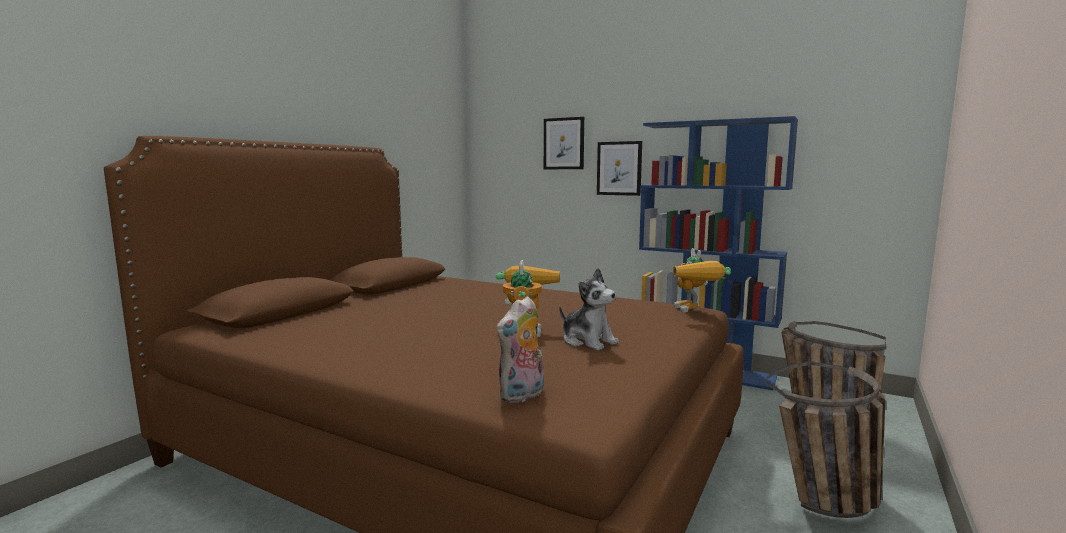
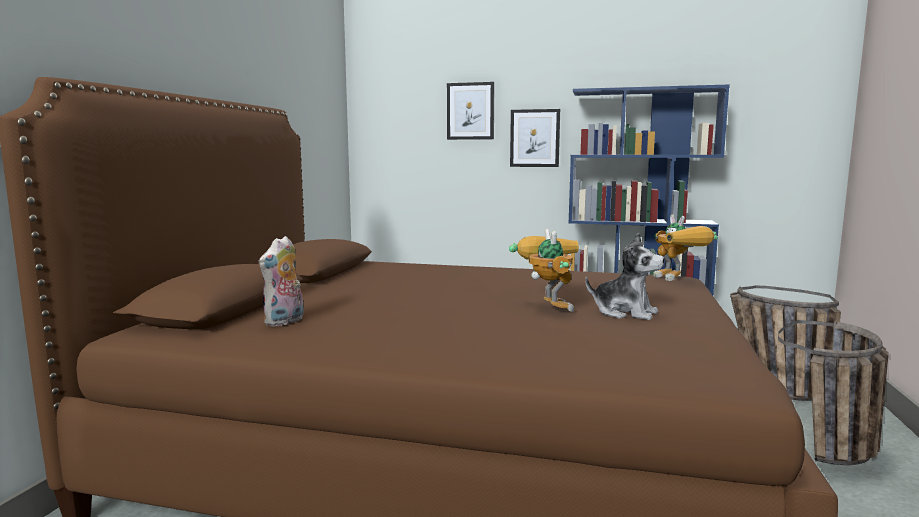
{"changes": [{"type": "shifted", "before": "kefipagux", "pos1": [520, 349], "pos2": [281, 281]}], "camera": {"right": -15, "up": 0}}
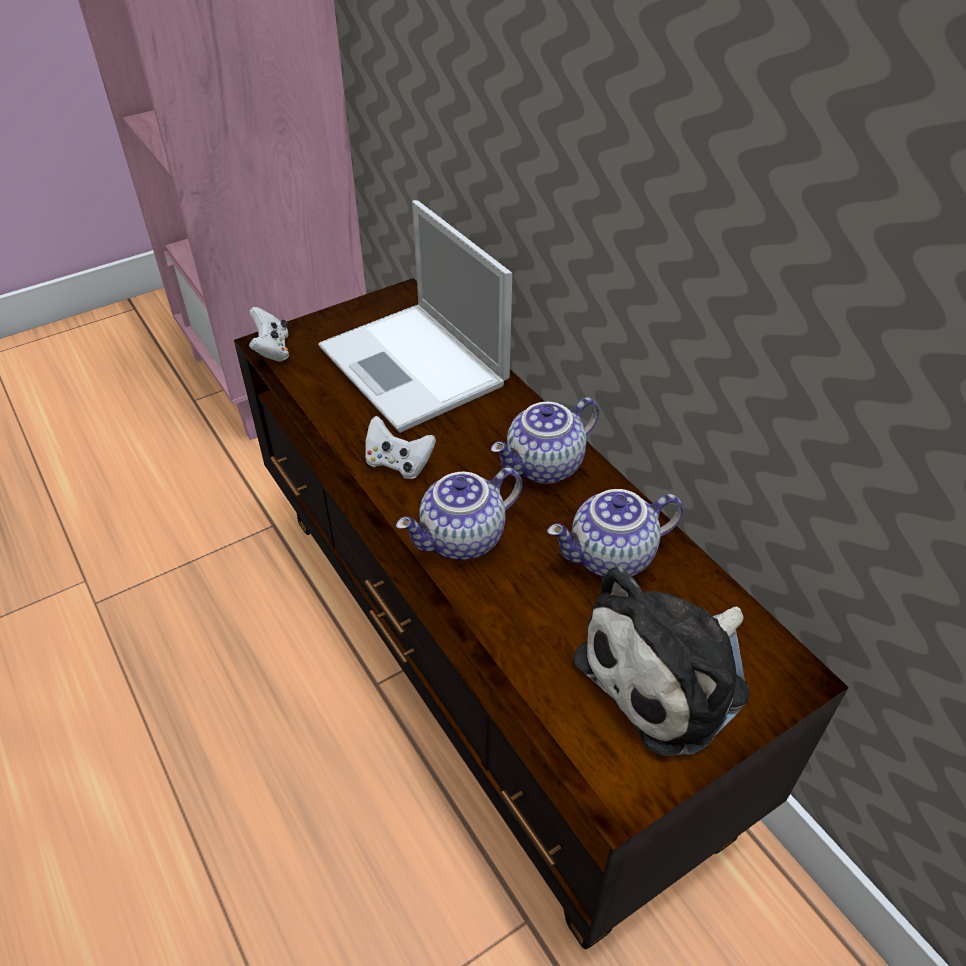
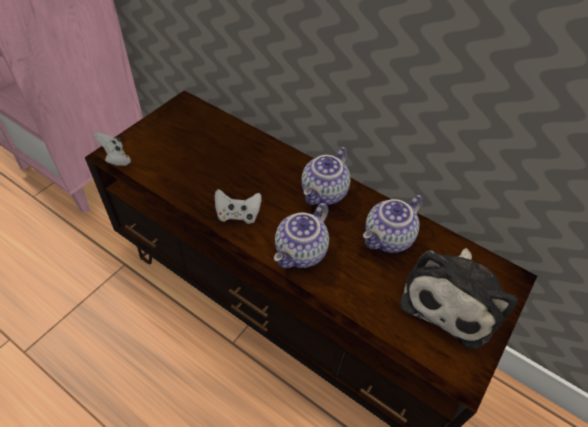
{"changes": [{"type": "gone", "before": "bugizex", "pos1": [415, 316]}], "camera": {"right": -25, "up": 5}}
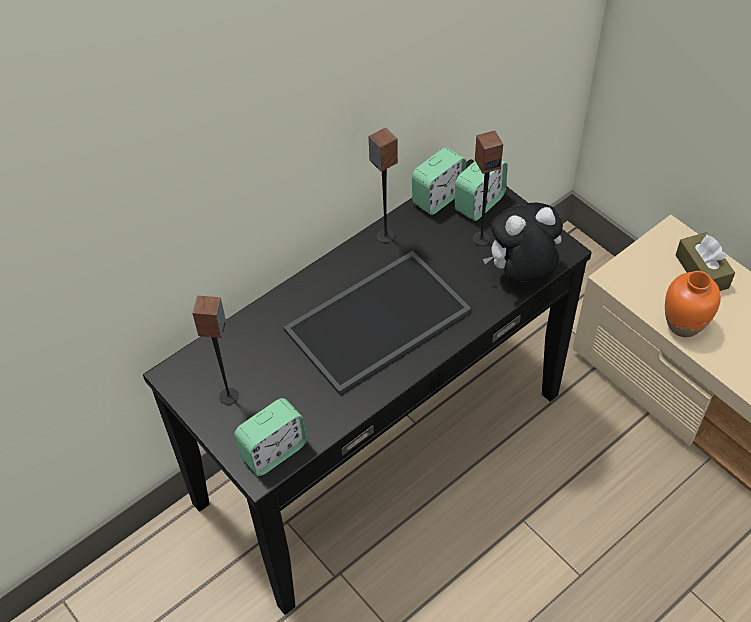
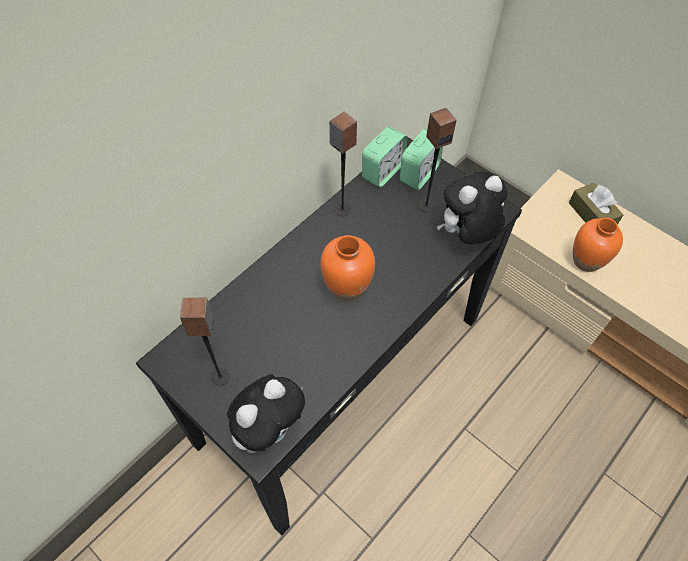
{"changes": [{"type": "swapped", "before": "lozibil", "after": "kefipagux", "pos1": [270, 437], "pos2": [266, 413]}, {"type": "swapped", "before": "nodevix", "after": "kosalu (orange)", "pos1": [377, 323], "pos2": [347, 268]}], "camera": {"right": -10, "up": 5}}
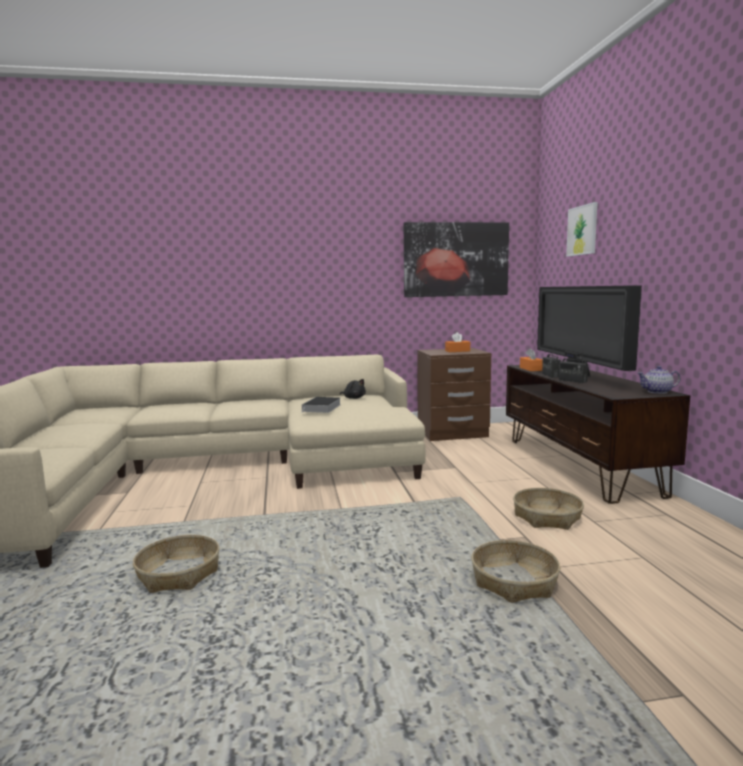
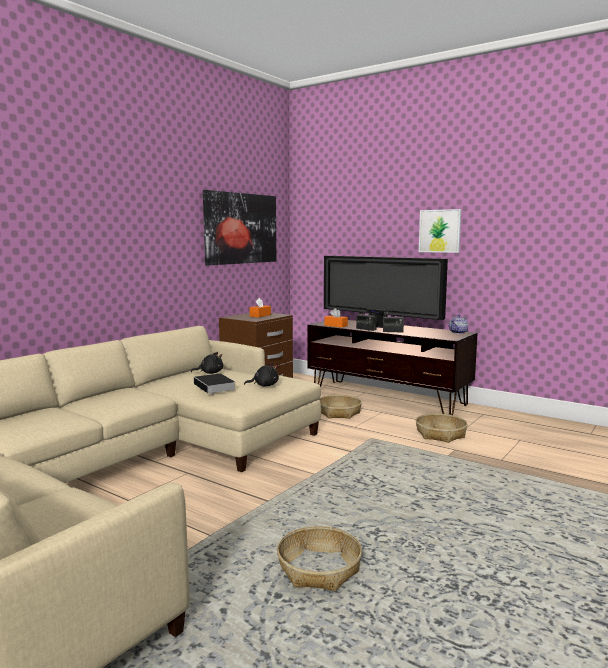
{"changes": [{"type": "new", "after": "kefipagux (black)", "pos2": [261, 375]}, {"type": "shifted", "before": "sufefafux", "pos1": [515, 571], "pos2": [340, 407]}, {"type": "shifted", "before": "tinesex", "pos1": [582, 229], "pos2": [440, 231]}], "camera": {"right": -45, "up": 0}}
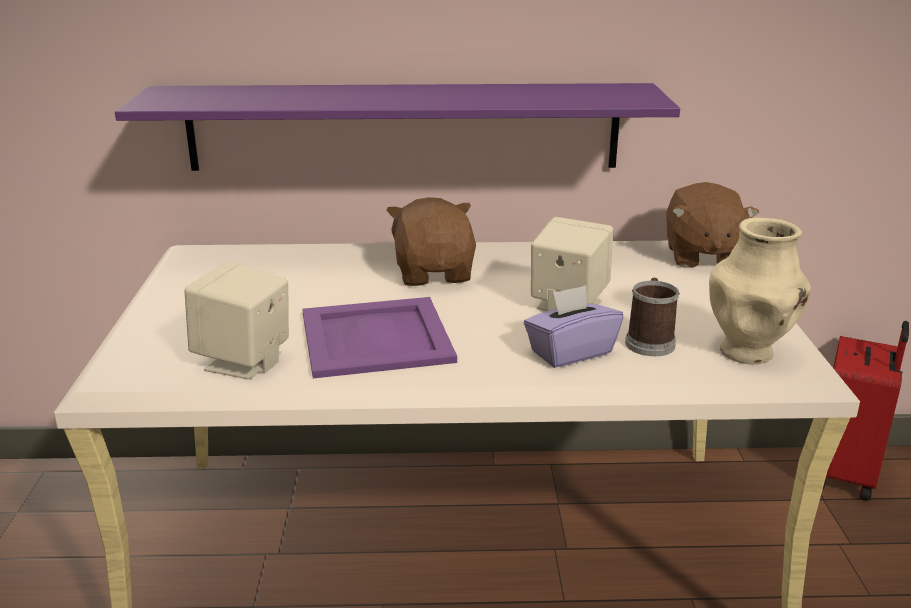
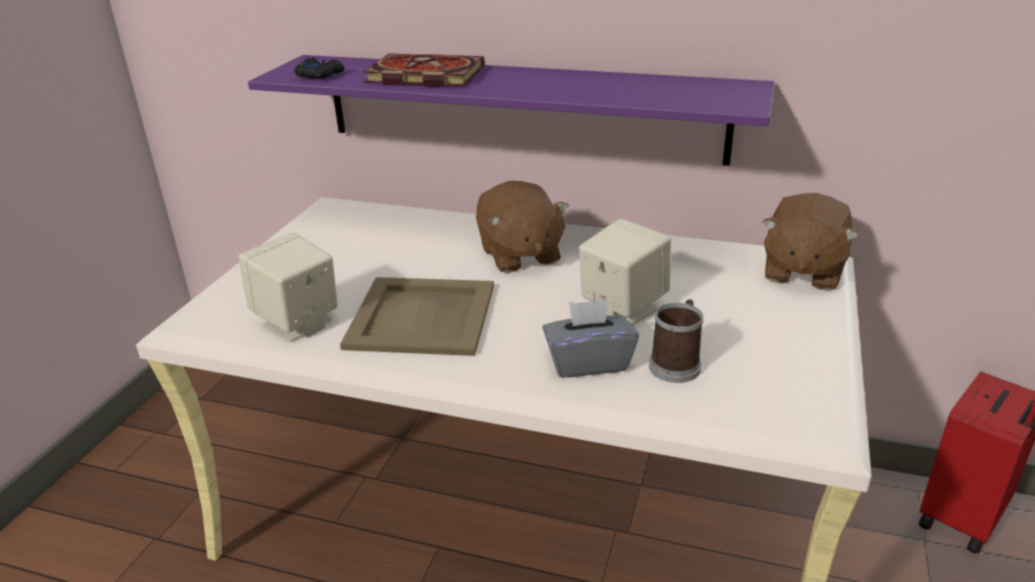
{"changes": [{"type": "gone", "before": "kosalu (beige)", "pos1": [760, 291]}, {"type": "new", "after": "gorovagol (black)", "pos2": [319, 68]}, {"type": "new", "after": "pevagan", "pos2": [424, 70]}, {"type": "repainted", "before": "nodevix (purple)", "after": "nodevix (beige)", "pos1": [379, 337], "pos2": [417, 316]}, {"type": "repainted", "before": "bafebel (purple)", "after": "bafebel (grey)", "pos1": [574, 326], "pos2": [591, 339]}, {"type": "rotated", "before": "kefipagux (brown)", "pos1": [431, 241], "pos2": [522, 227], "turn": 150}], "camera": {"right": 20, "up": 5}}
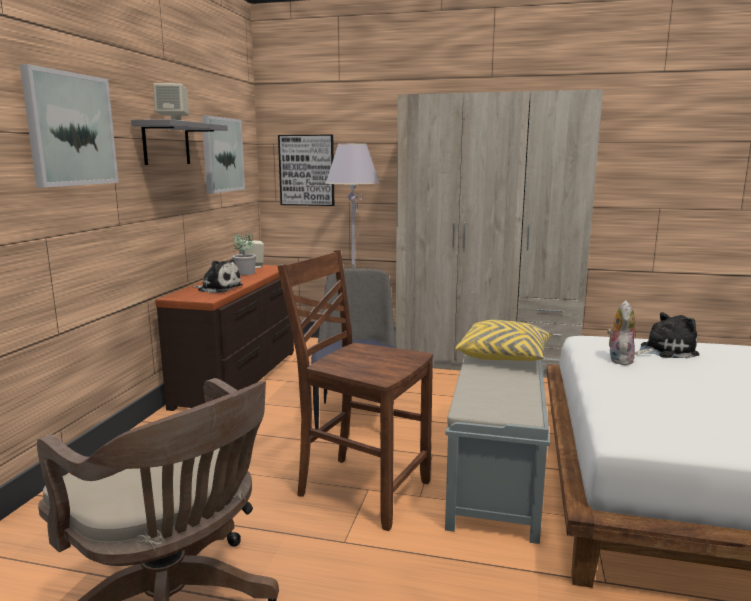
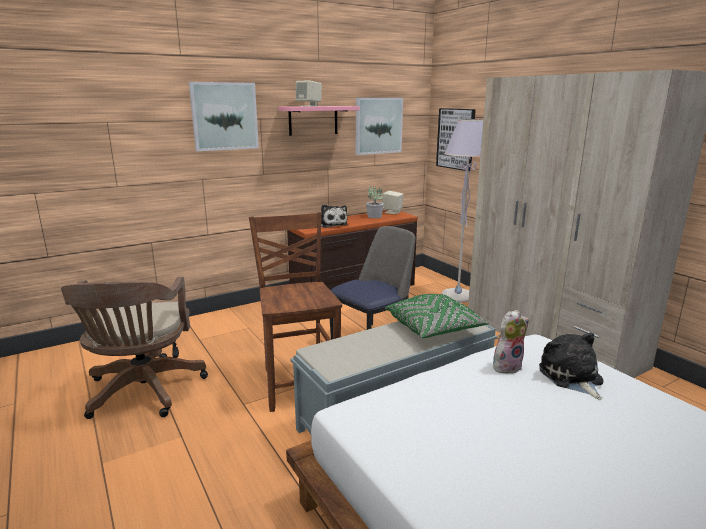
{"changes": [{"type": "repainted", "before": "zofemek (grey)", "after": "zofemek (pink)", "pos1": [179, 142], "pos2": [318, 121]}, {"type": "repainted", "before": "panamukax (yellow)", "after": "panamukax (green)", "pos1": [504, 340], "pos2": [437, 316]}, {"type": "rotated", "before": "kefipagux", "pos1": [667, 335], "pos2": [571, 366], "turn": -135}], "camera": {"right": 45, "up": 5}}
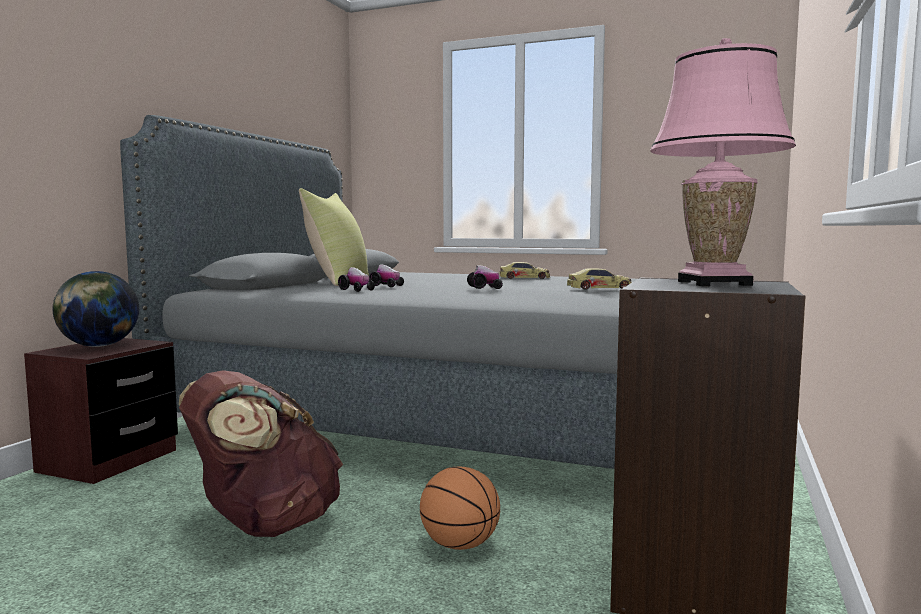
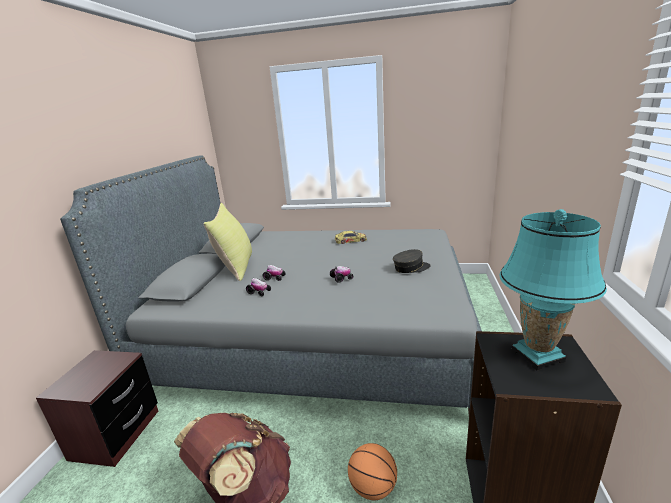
{"changes": [{"type": "gone", "before": "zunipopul", "pos1": [96, 309]}, {"type": "swapped", "before": "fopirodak", "after": "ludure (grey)", "pos1": [599, 279], "pos2": [412, 261]}, {"type": "repainted", "before": "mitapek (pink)", "after": "mitapek (turquoise)", "pos1": [723, 162], "pos2": [553, 290]}], "camera": {"right": -10, "up": 15}}
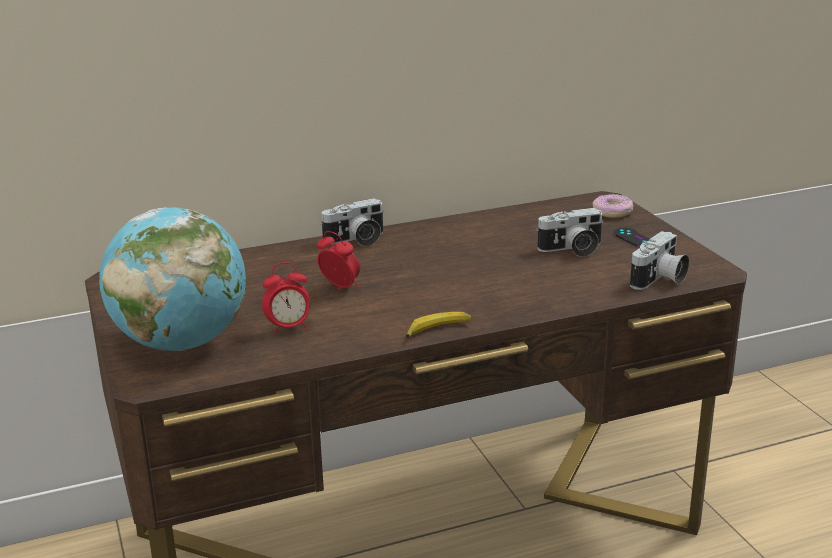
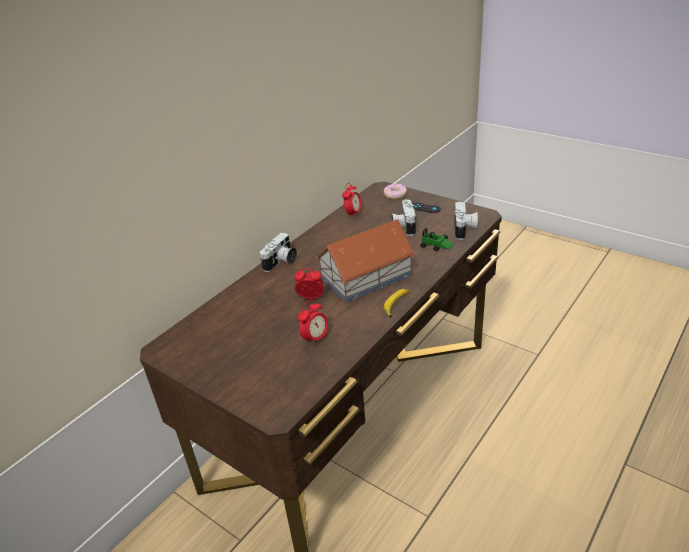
{"changes": [{"type": "gone", "before": "zunipopul", "pos1": [172, 279]}, {"type": "new", "after": "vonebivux", "pos2": [365, 261]}, {"type": "new", "after": "lozibil", "pos2": [351, 199]}, {"type": "new", "after": "fopirodak", "pos2": [436, 239]}, {"type": "rotated", "before": "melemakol", "pos1": [569, 232], "pos2": [404, 217], "turn": 135}], "camera": {"right": -30, "up": 10}}
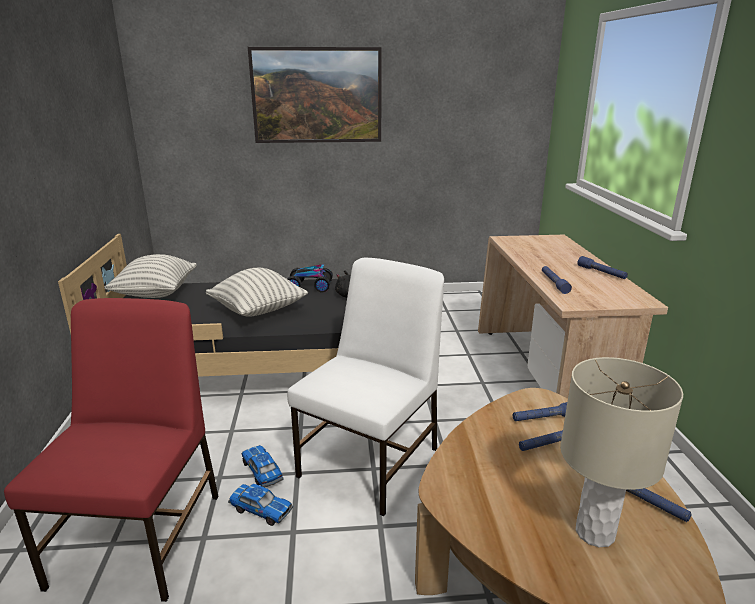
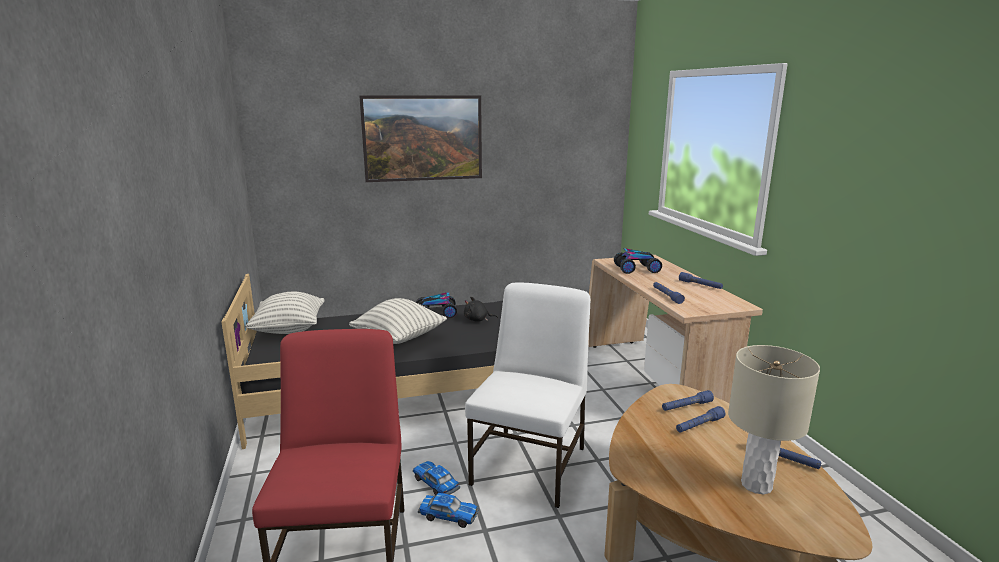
{"changes": [{"type": "new", "after": "fopirodak", "pos2": [638, 261]}], "camera": {"right": -10, "up": -5}}
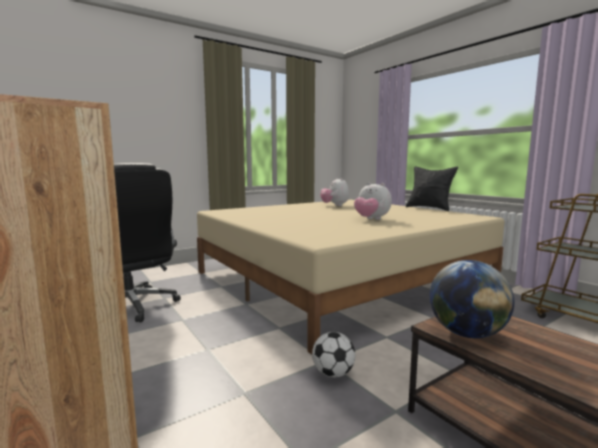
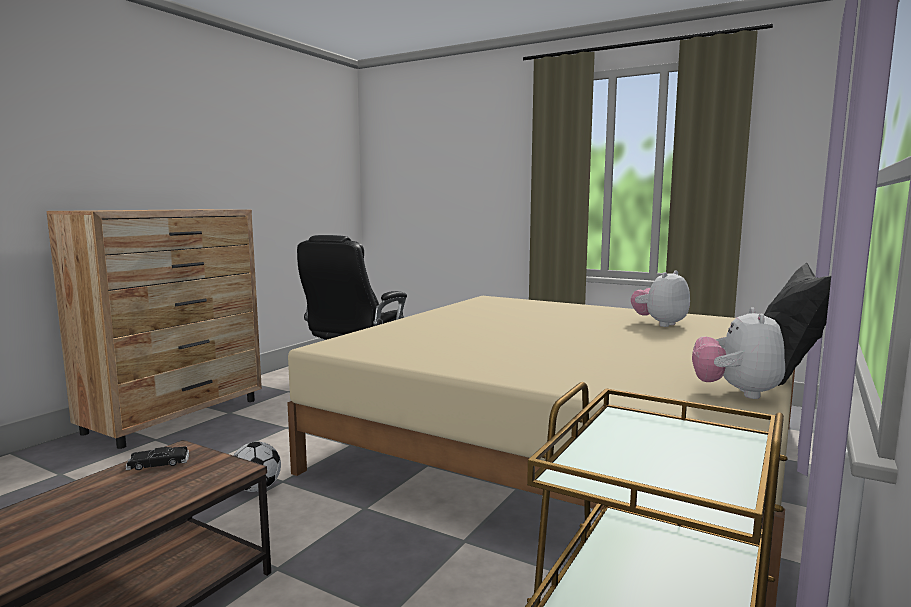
{"changes": [{"type": "shifted", "before": "kefipagux", "pos1": [373, 201], "pos2": [738, 353]}, {"type": "swapped", "before": "zunipopul", "after": "fopirodak (black)", "pos1": [472, 299], "pos2": [157, 458]}], "camera": {"right": 65, "up": 0}}
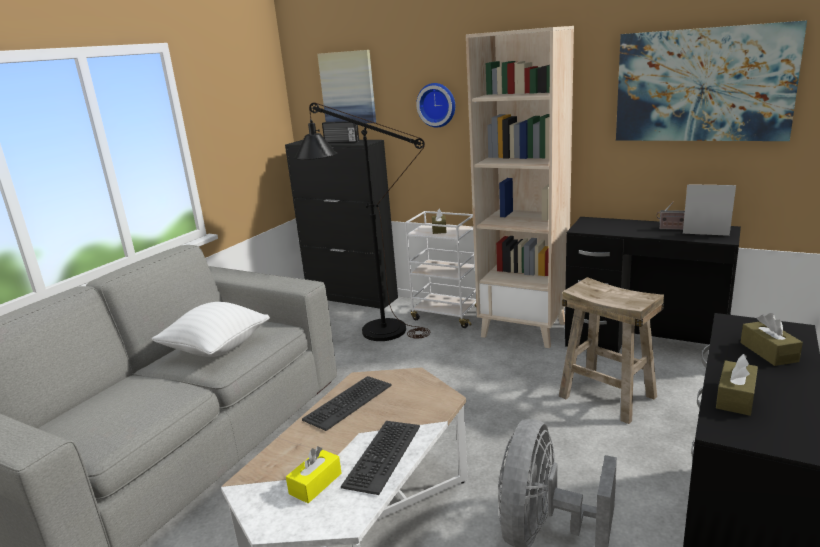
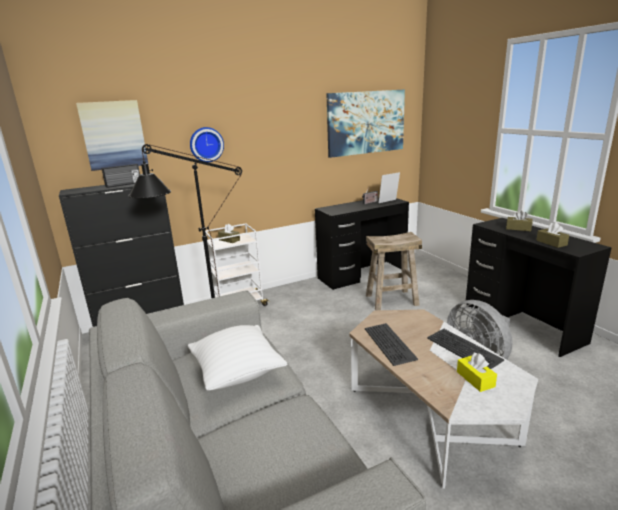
{"changes": [{"type": "gone", "before": "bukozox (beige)", "pos1": [520, 187]}], "camera": {"right": -55, "up": 0}}
